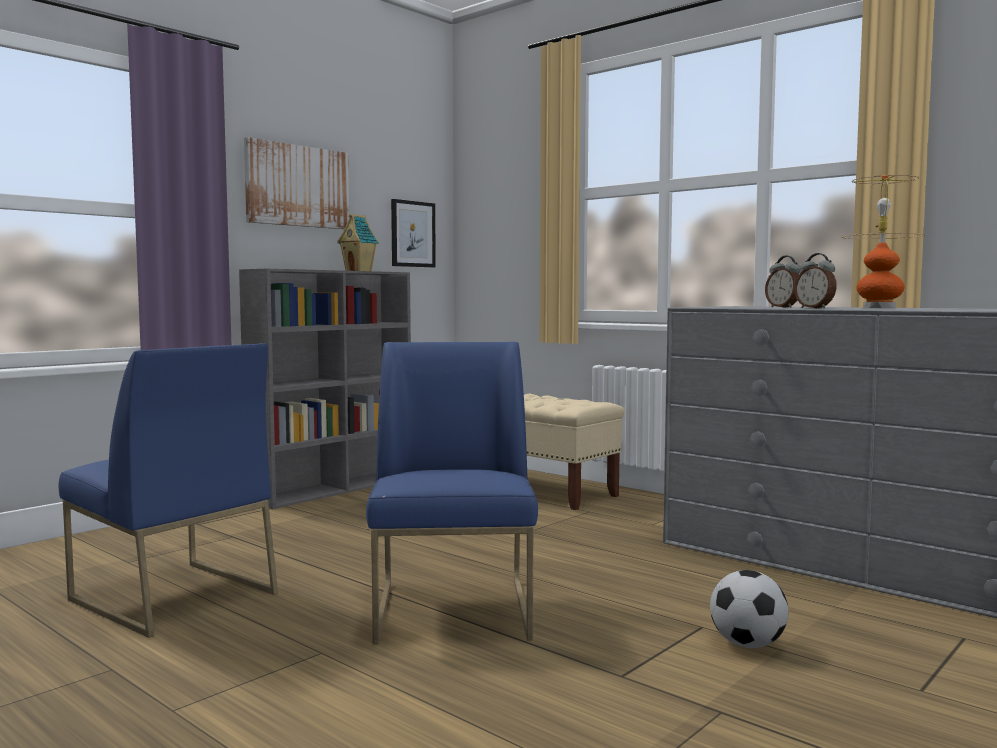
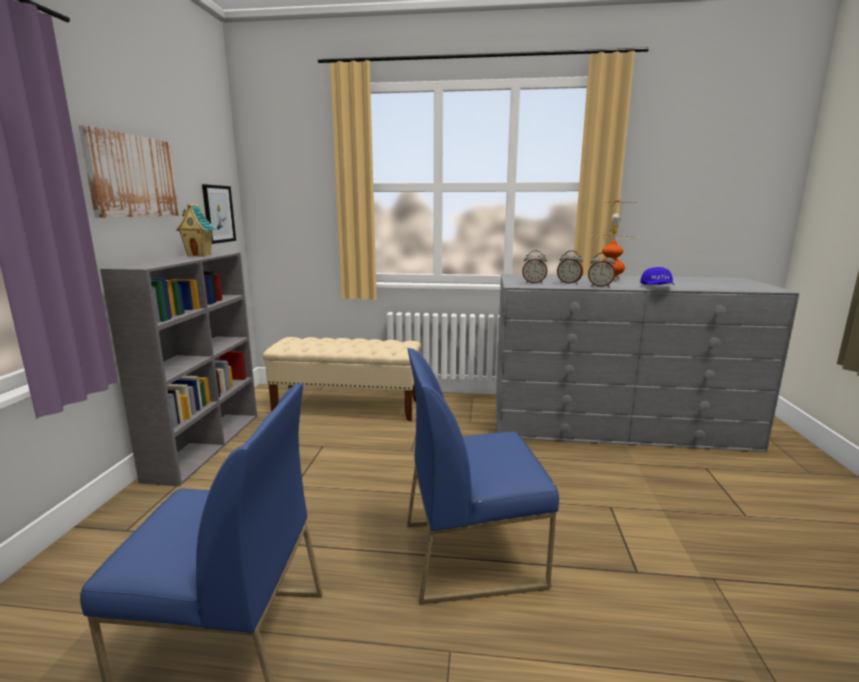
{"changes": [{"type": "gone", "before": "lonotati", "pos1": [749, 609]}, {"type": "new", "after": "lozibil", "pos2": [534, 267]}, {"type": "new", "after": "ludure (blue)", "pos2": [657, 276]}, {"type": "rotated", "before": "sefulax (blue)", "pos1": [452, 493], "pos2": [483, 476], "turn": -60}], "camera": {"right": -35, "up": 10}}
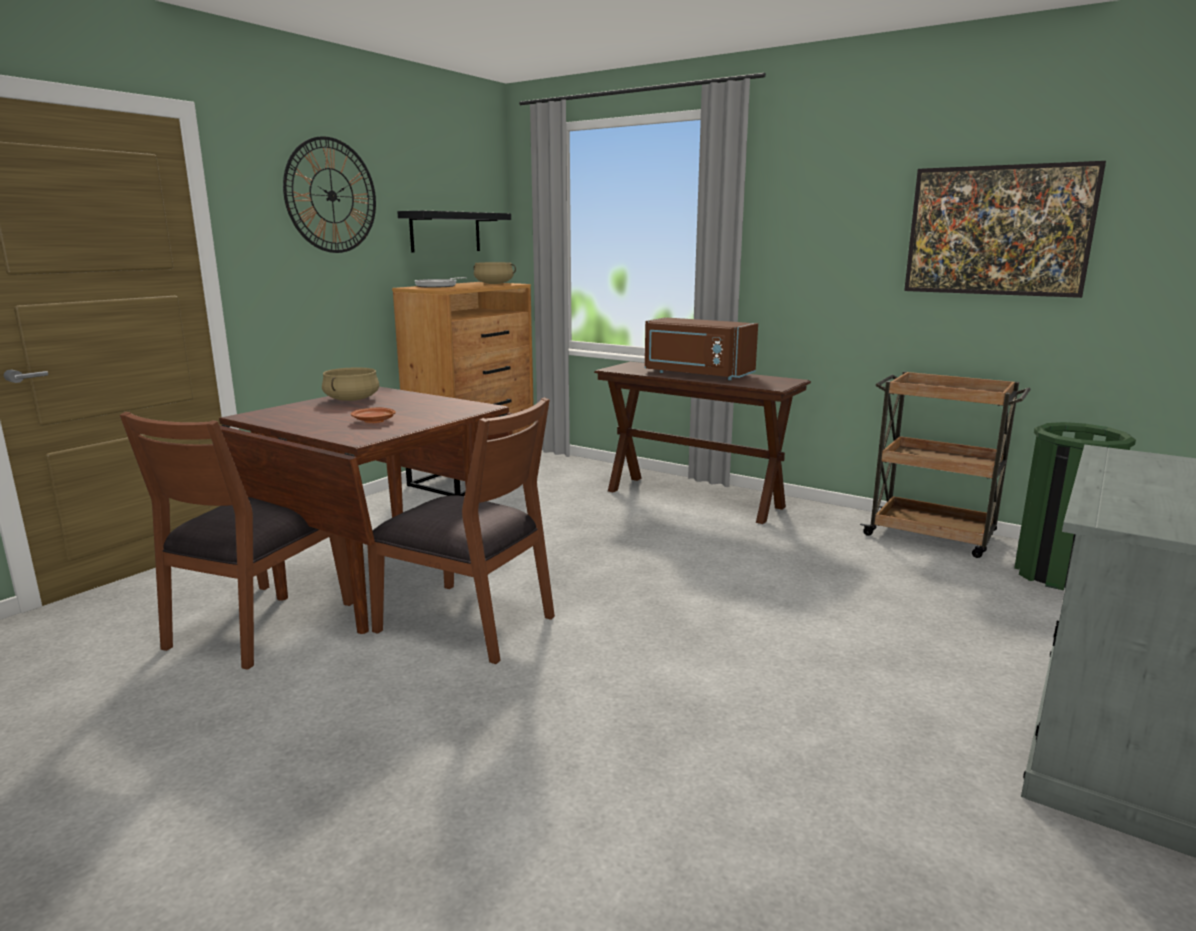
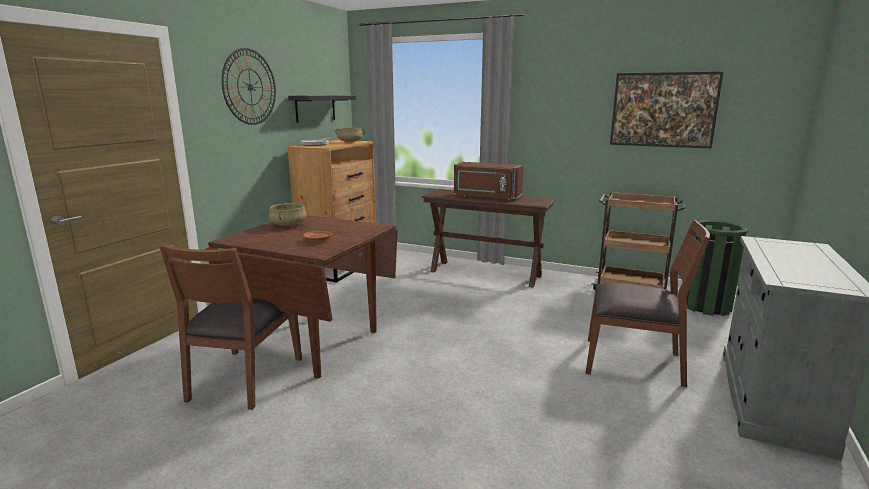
{"changes": [{"type": "shifted", "before": "sefulax (brown)", "pos1": [461, 530], "pos2": [648, 303]}], "camera": {"right": -10, "up": 0}}
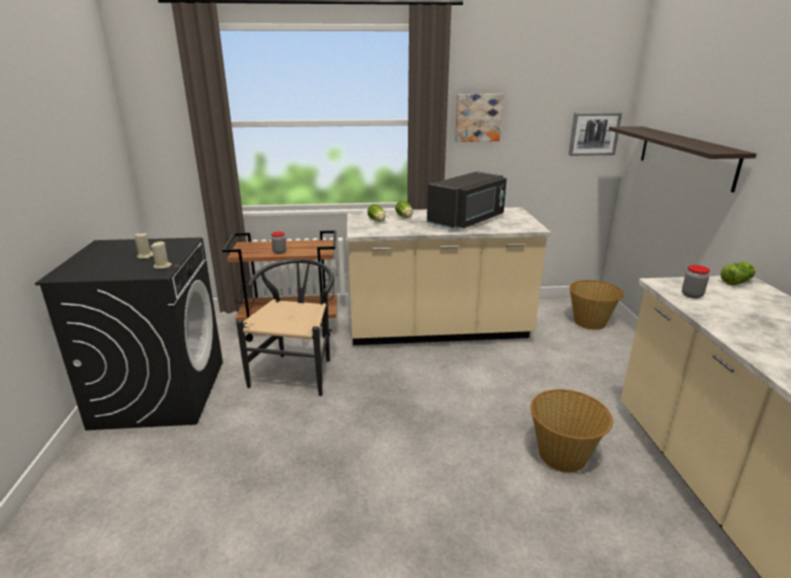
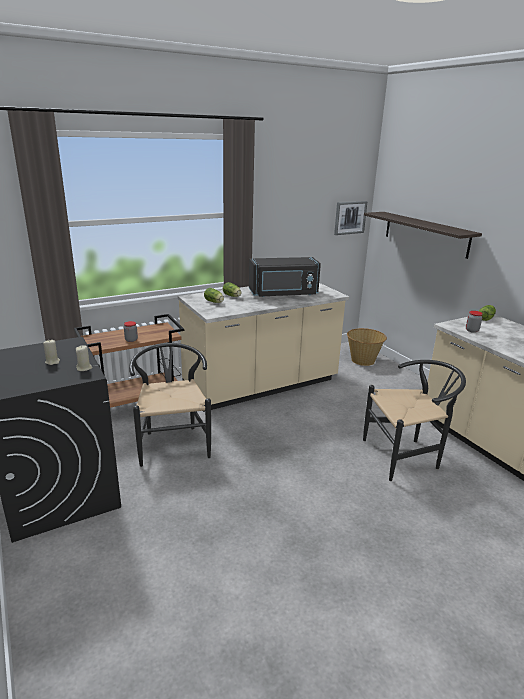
{"changes": [{"type": "gone", "before": "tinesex", "pos1": [479, 118]}, {"type": "swapped", "before": "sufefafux", "after": "sefulax (black)", "pos1": [571, 430], "pos2": [414, 420]}, {"type": "rotated", "before": "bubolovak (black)", "pos1": [467, 200], "pos2": [285, 277], "turn": 60}], "camera": {"right": -25, "up": 0}}
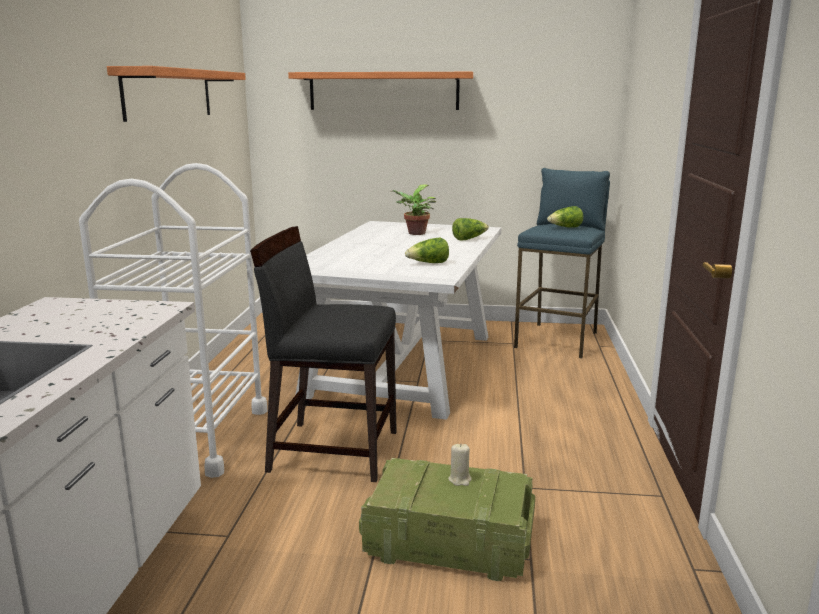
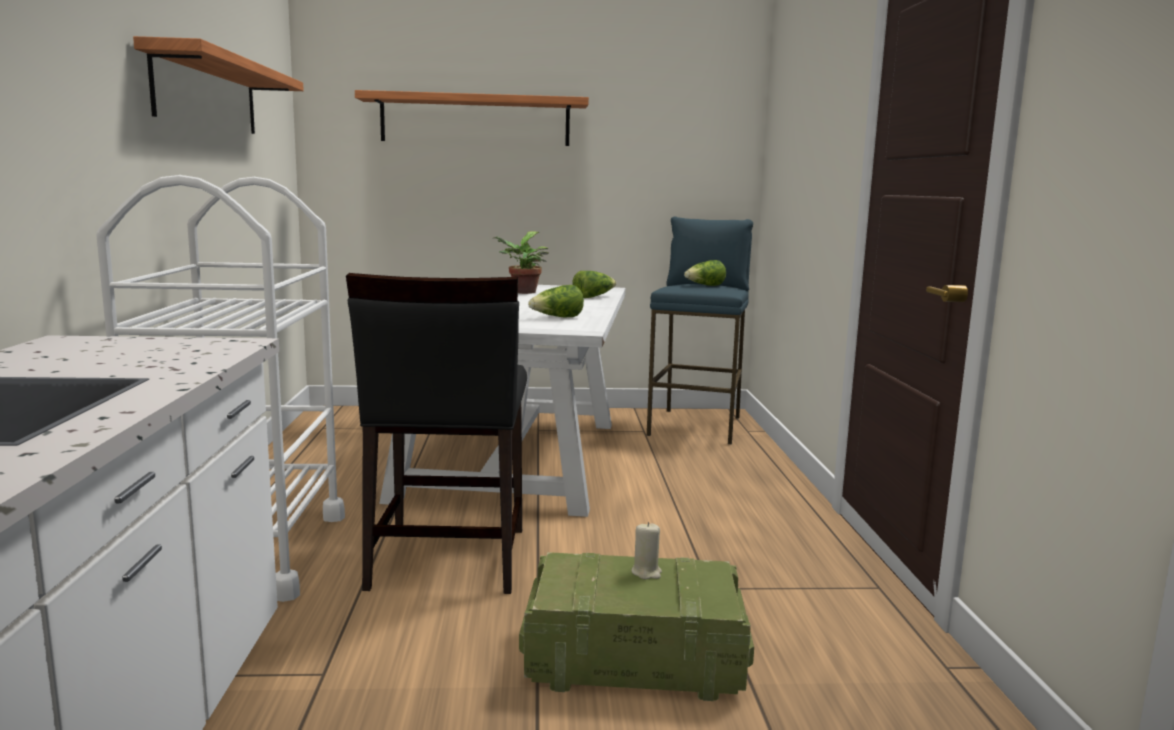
{"changes": [{"type": "rotated", "before": "sefulax (black)", "pos1": [323, 354], "pos2": [436, 433], "turn": -90}], "camera": {"right": -10, "up": -5}}
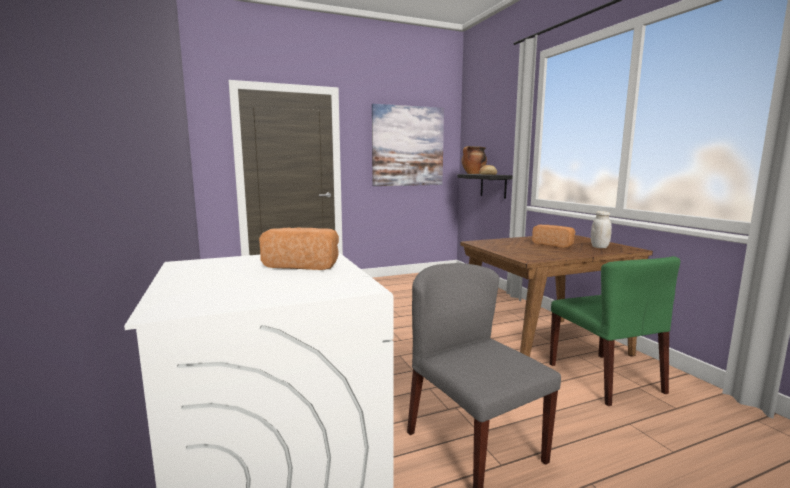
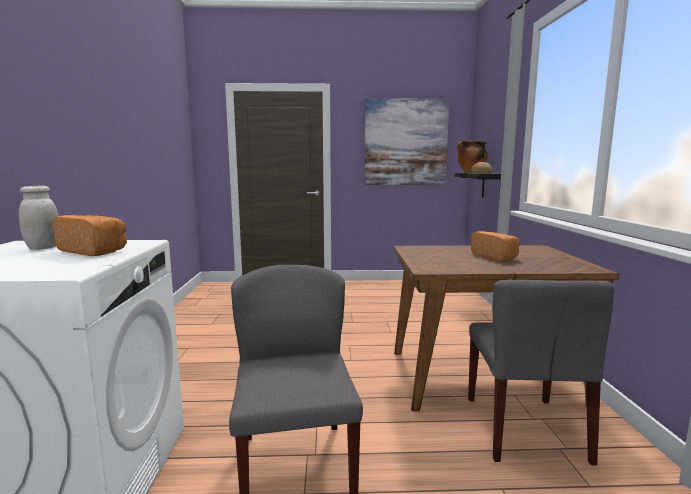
{"changes": [{"type": "shifted", "before": "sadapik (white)", "pos1": [601, 229], "pos2": [38, 217]}, {"type": "repainted", "before": "sefulax (green)", "after": "sefulax (grey)", "pos1": [615, 331], "pos2": [541, 373]}], "camera": {"right": 20, "up": 0}}
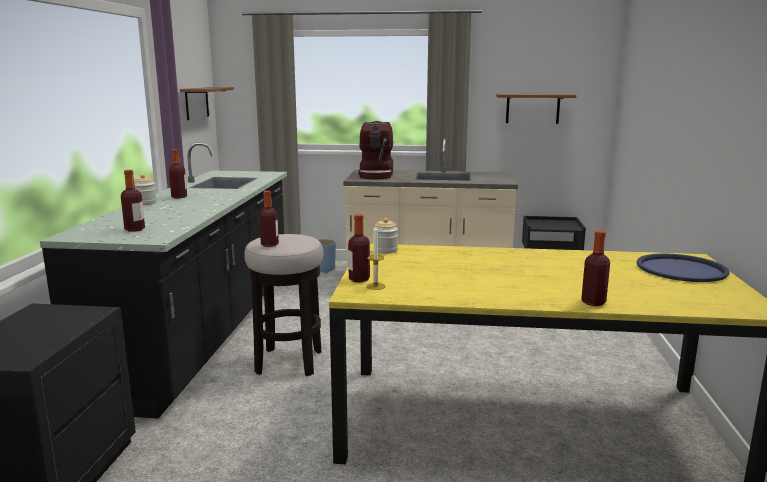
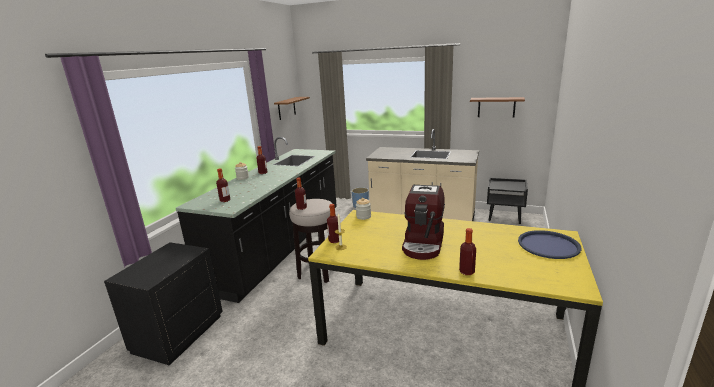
{"changes": [{"type": "shifted", "before": "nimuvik", "pos1": [376, 150], "pos2": [423, 222]}], "camera": {"right": 15, "up": 5}}
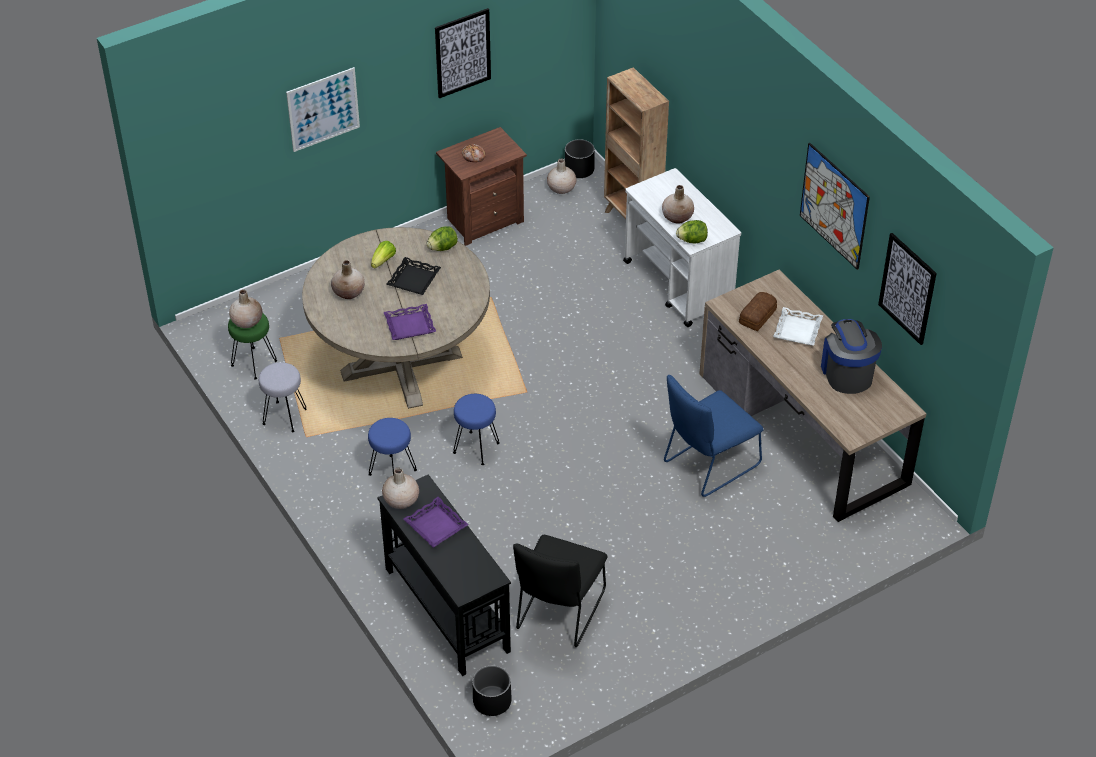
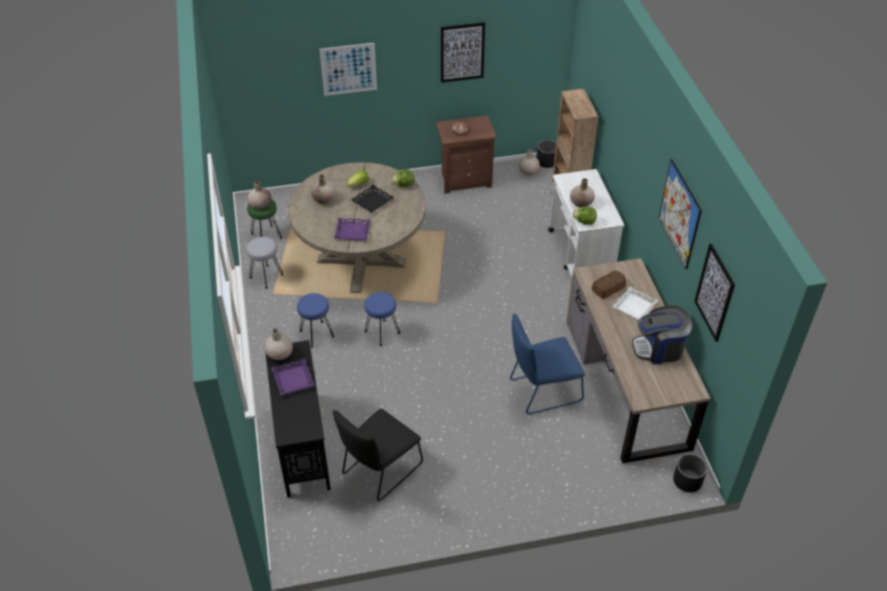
{"changes": [{"type": "shifted", "before": "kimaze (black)", "pos1": [491, 690], "pos2": [690, 473]}, {"type": "rotated", "before": "nimuvik", "pos1": [851, 356], "pos2": [662, 334], "turn": -105}], "camera": {"right": 20, "up": 0}}
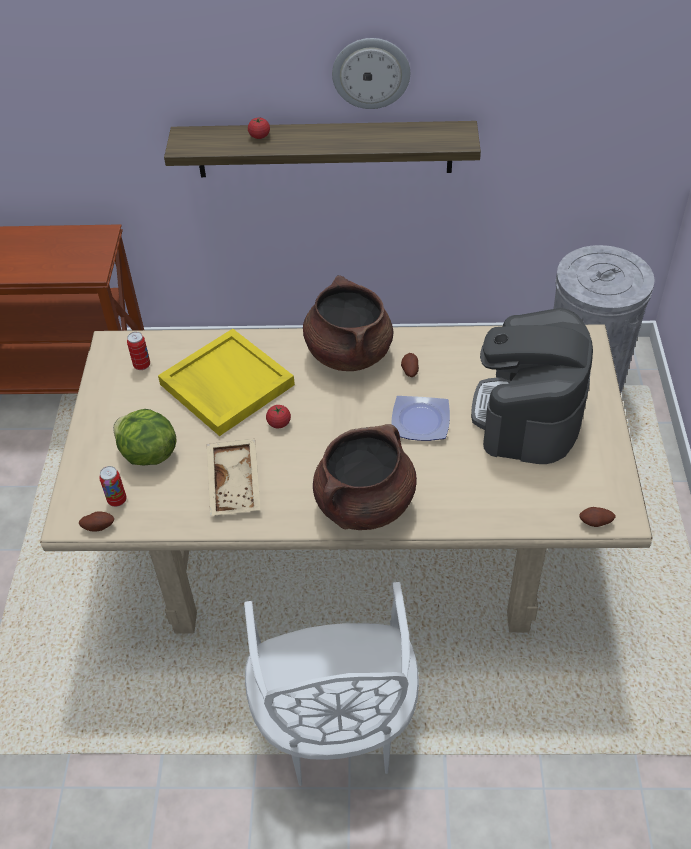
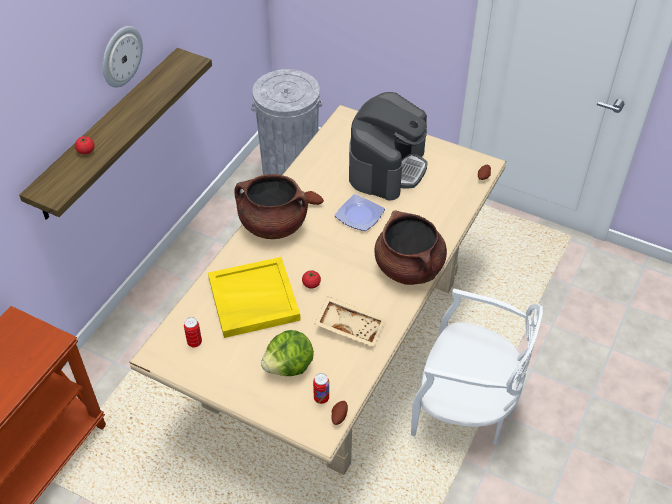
{"changes": [{"type": "rotated", "before": "nimuvik", "pos1": [532, 386], "pos2": [388, 146], "turn": -105}], "camera": {"right": -65, "up": 0}}
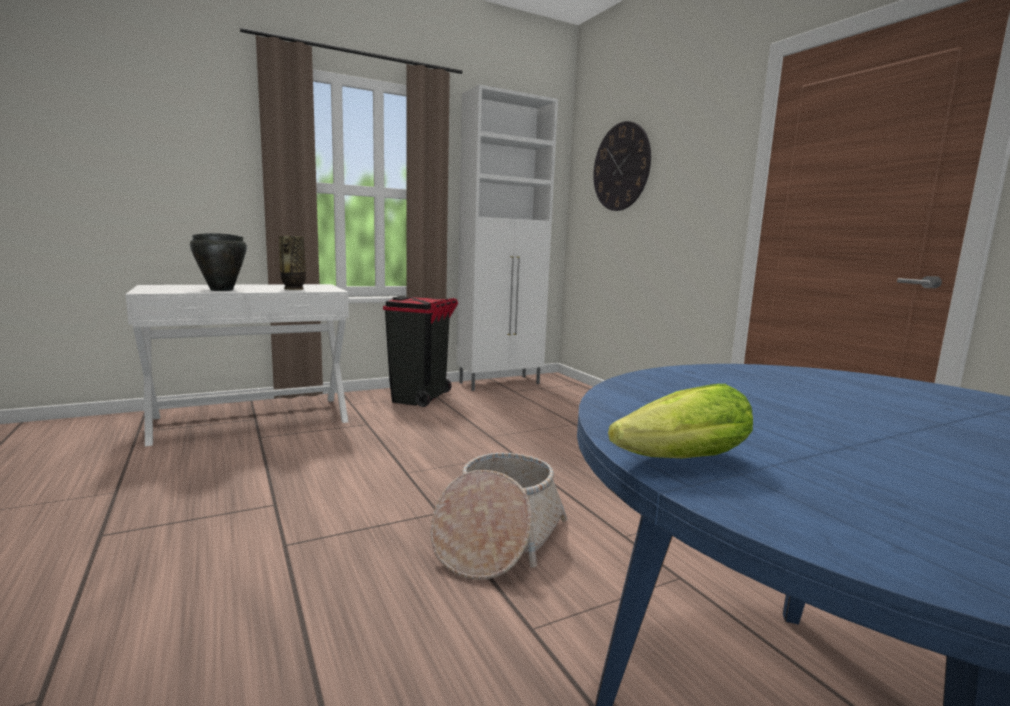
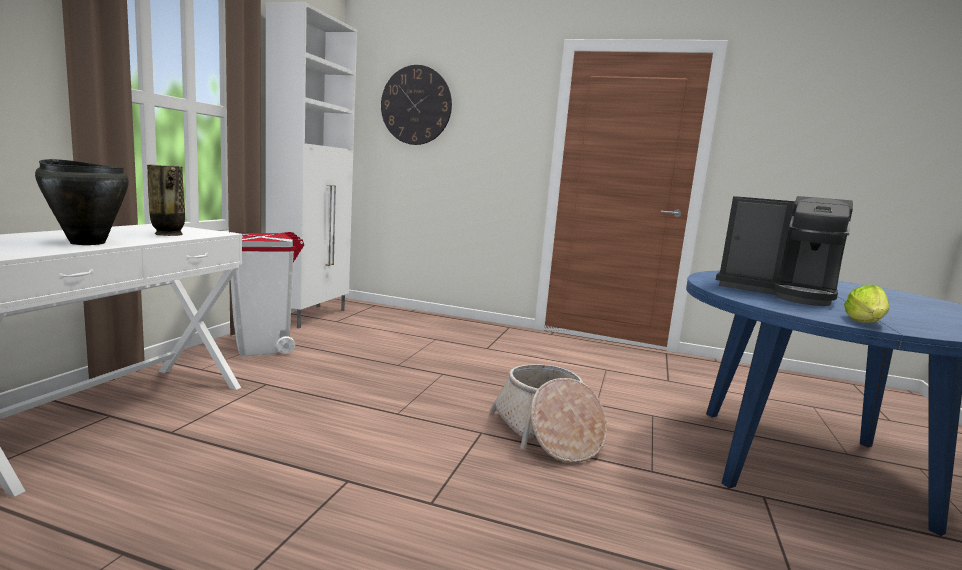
{"changes": [{"type": "new", "after": "nimuvik", "pos2": [784, 251]}, {"type": "repainted", "before": "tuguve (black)", "after": "tuguve (white)", "pos1": [420, 351], "pos2": [267, 294]}], "camera": {"right": -45, "up": 0}}
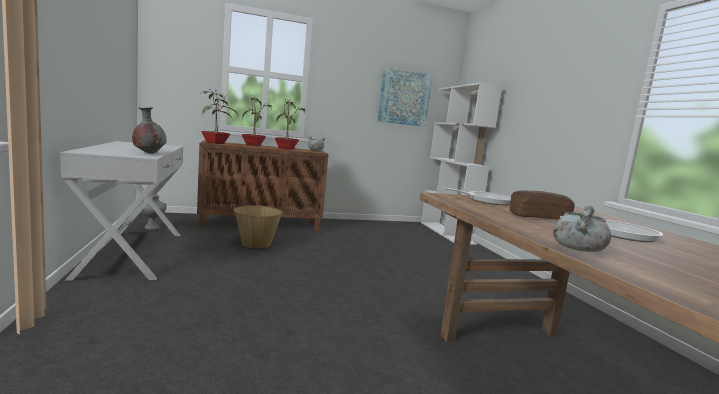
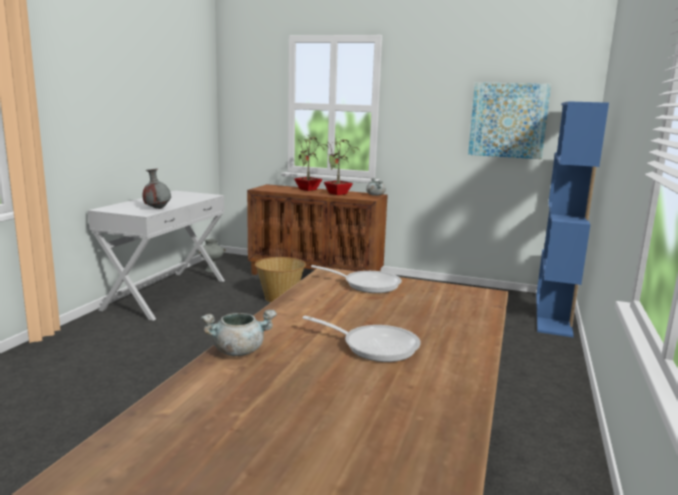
{"changes": [{"type": "gone", "before": "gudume", "pos1": [220, 117]}, {"type": "gone", "before": "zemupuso", "pos1": [542, 205]}, {"type": "repainted", "before": "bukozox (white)", "after": "bukozox (blue)", "pos1": [461, 163], "pos2": [572, 219]}], "camera": {"right": 35, "up": 5}}
